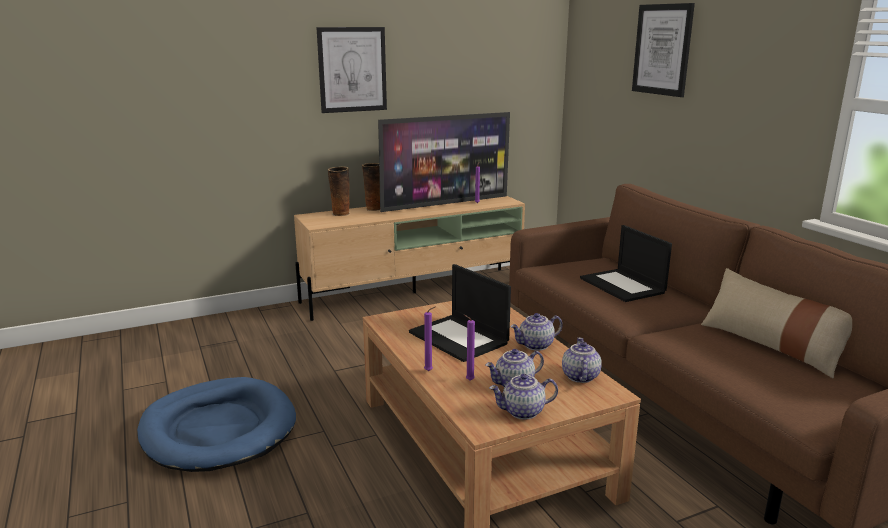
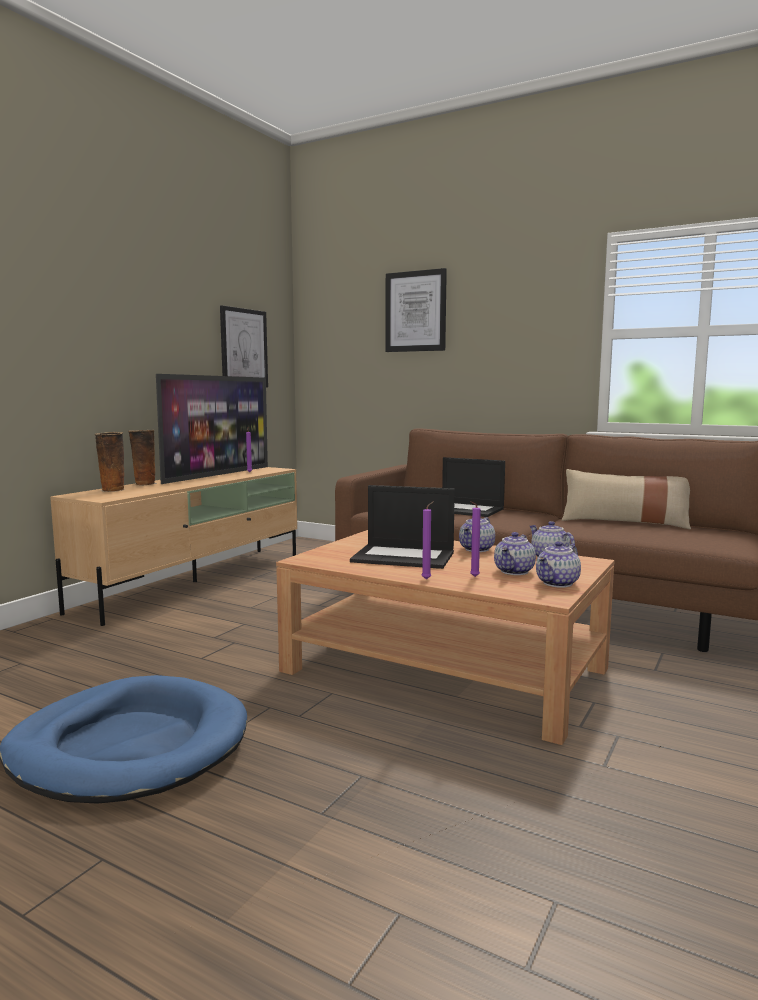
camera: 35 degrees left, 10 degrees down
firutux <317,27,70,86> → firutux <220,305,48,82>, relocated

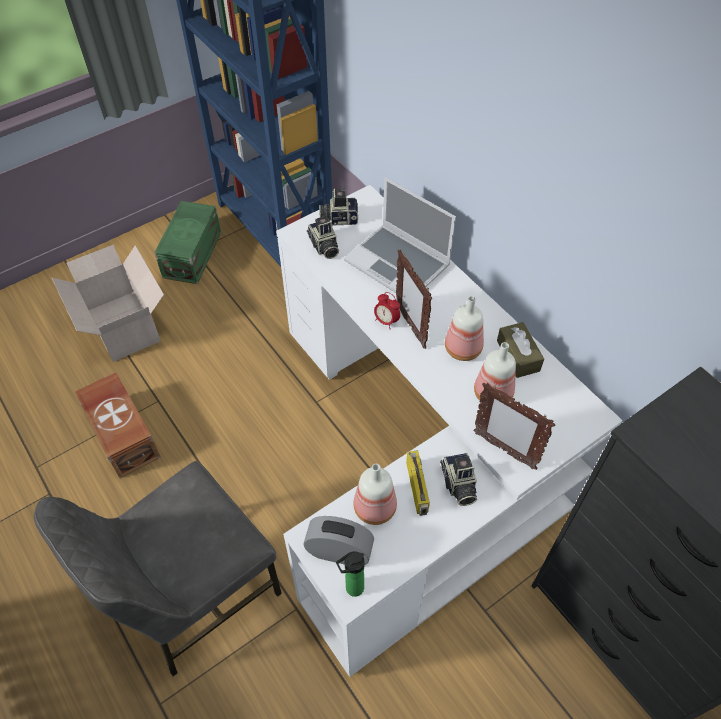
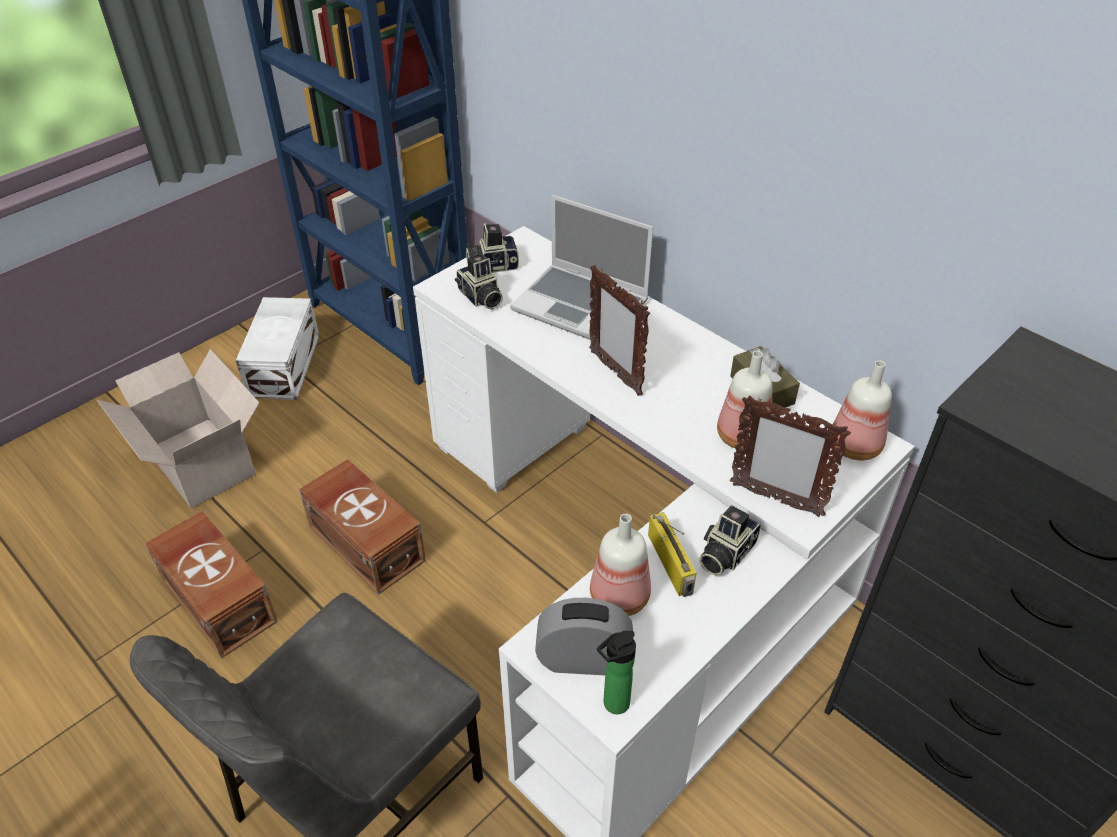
camera: 10 degrees left, 10 degrees down
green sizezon <154,201,67,83> → white sizezon <236,297,83,103>
- → brown sizezon <299,459,127,136>
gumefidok <440,453,37,53> → gumefidok <699,506,62,70>, 60 degrees clockwise
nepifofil <445,296,39,65> → nepifofil <833,360,59,100>, relocated
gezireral <374,292,26,37> → -

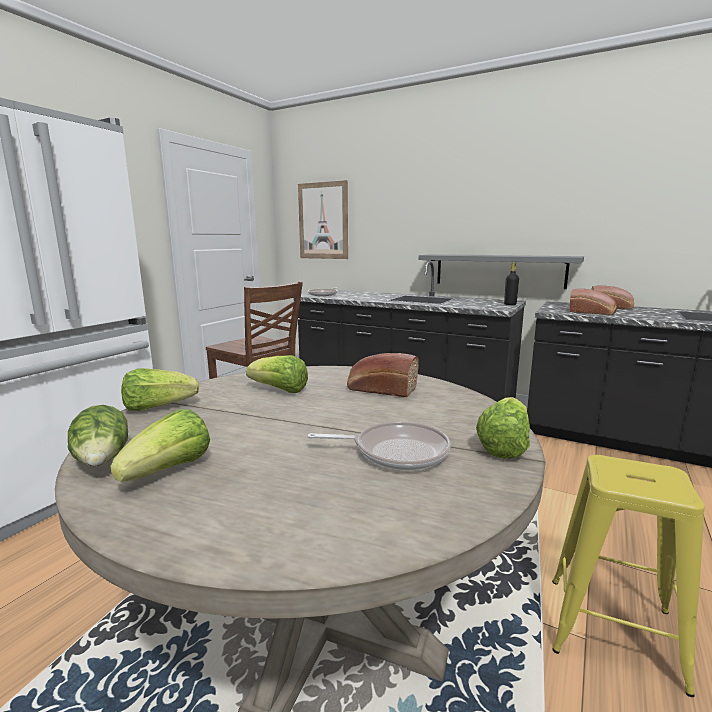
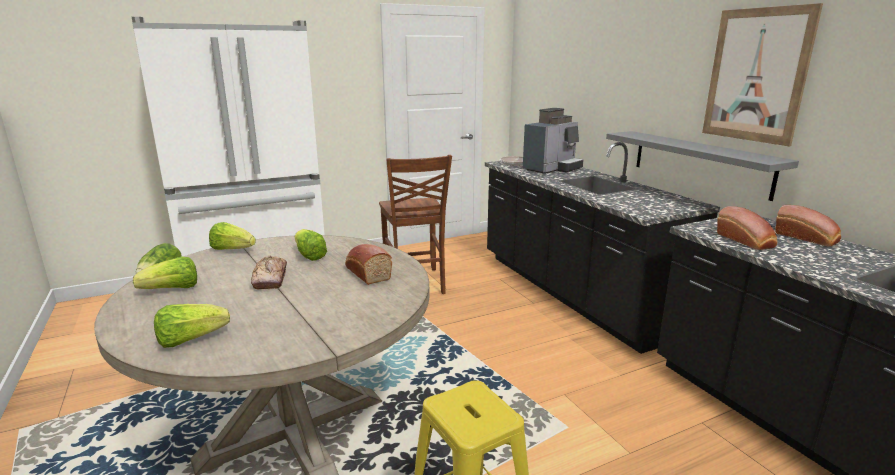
camera: 35 degrees right, 5 degrees up
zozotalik <476,397,54,62> → zozotalik <154,304,76,44>, relocated
- → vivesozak <251,256,36,34>
- → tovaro <523,108,60,66>
firutux <298,180,50,79> → firutux <702,3,121,143>, relocated
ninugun <307,421,143,49> → -
black nepifofil <504,262,15,43> → -

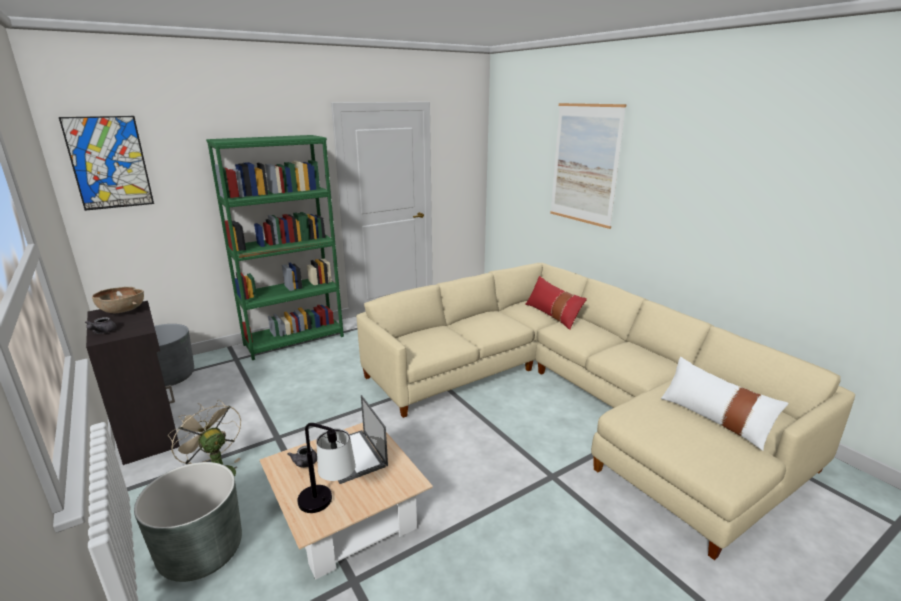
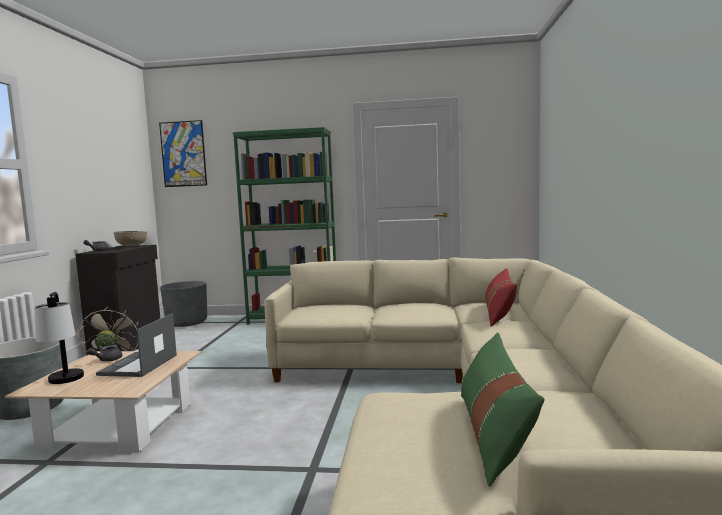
camera: 40 degrees right, 15 degrees down
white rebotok <661,357,127,94> → green rebotok <461,332,84,155>
firutux <550,103,76,126> → -

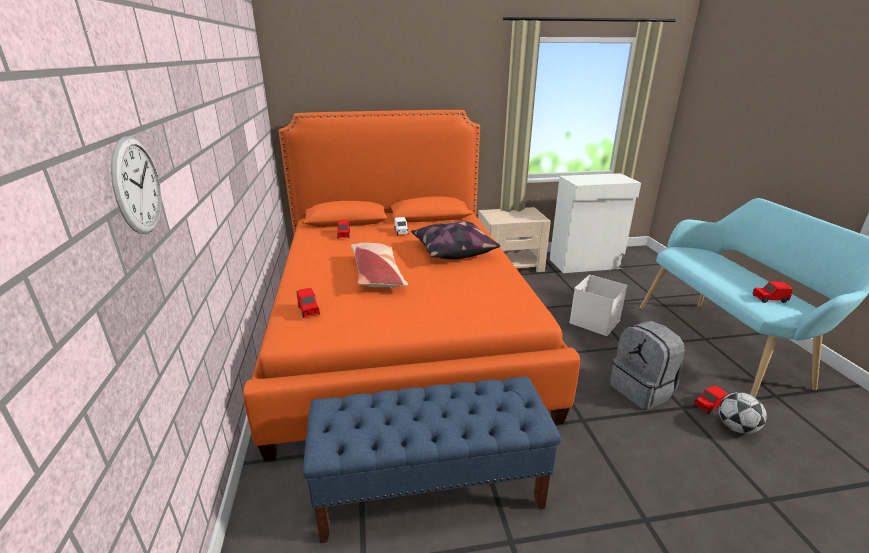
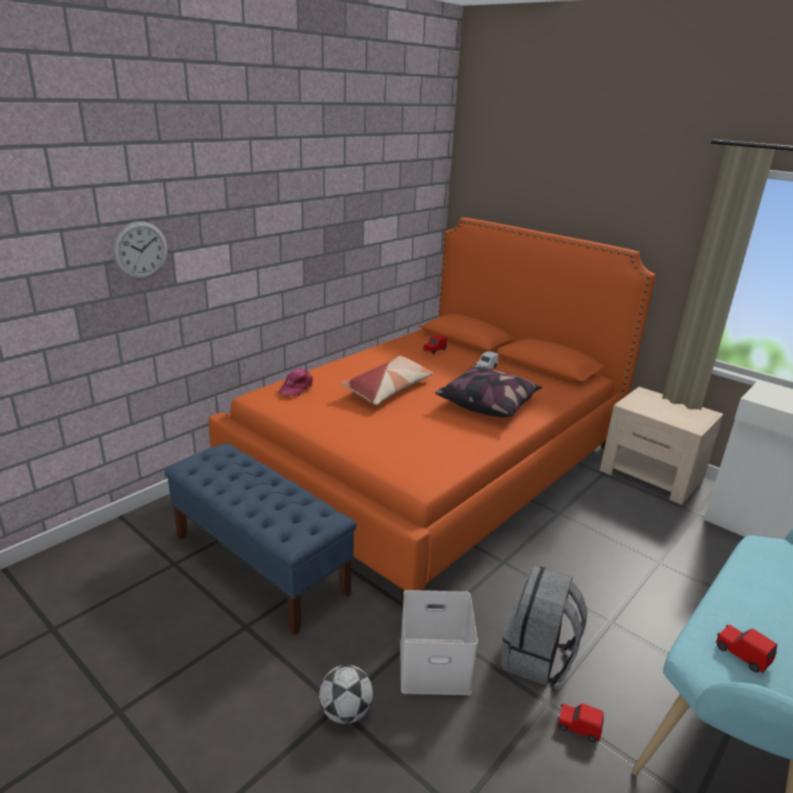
camera: 50 degrees right, 0 degrees up
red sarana <296,288,24,30> → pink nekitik <279,368,34,29>
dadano <718,392,49,42> → dadano <319,665,54,59>, relocated
white sizezon <569,275,58,61> → white sizezon <400,590,78,105>, relocated

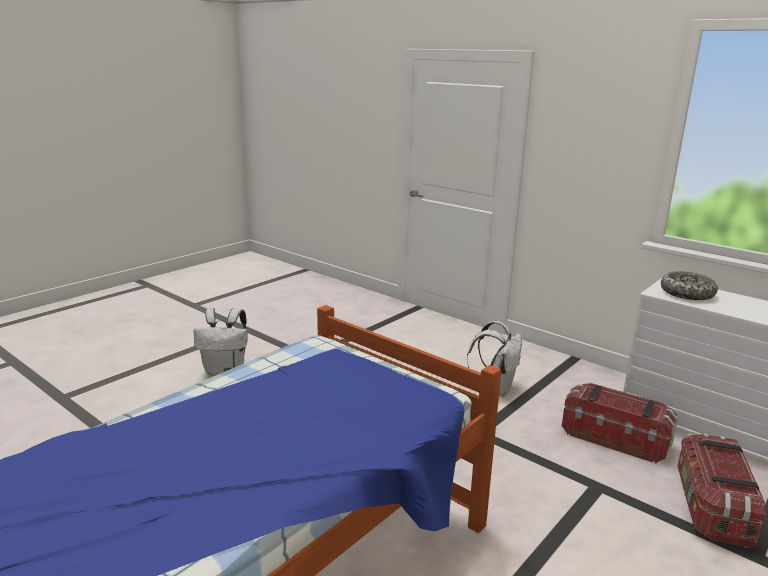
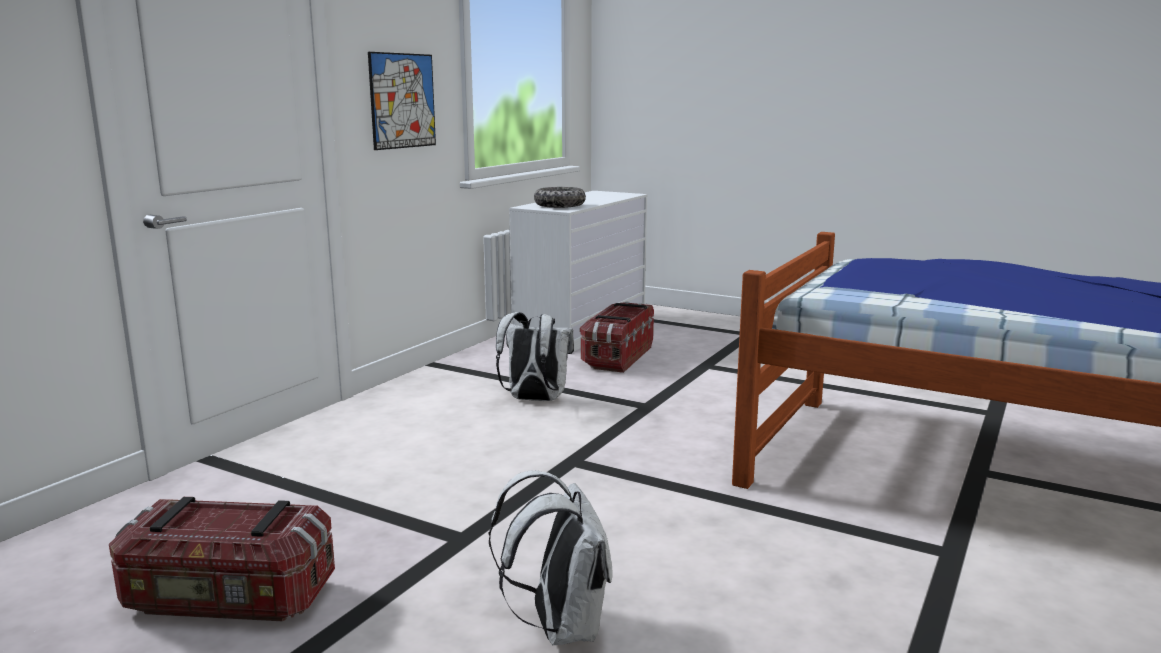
camera: 100 degrees left, 5 degrees down
sizezon <678,433,87,115> → sizezon <109,497,226,124>, relocated
- → firutux <368,52,68,98>

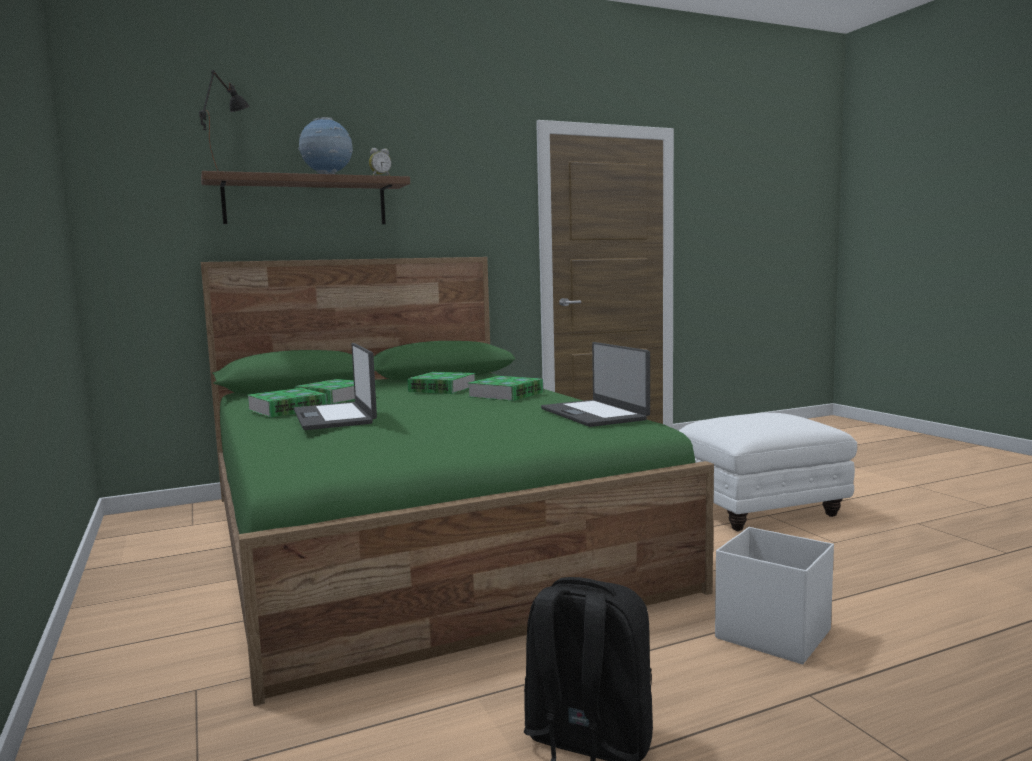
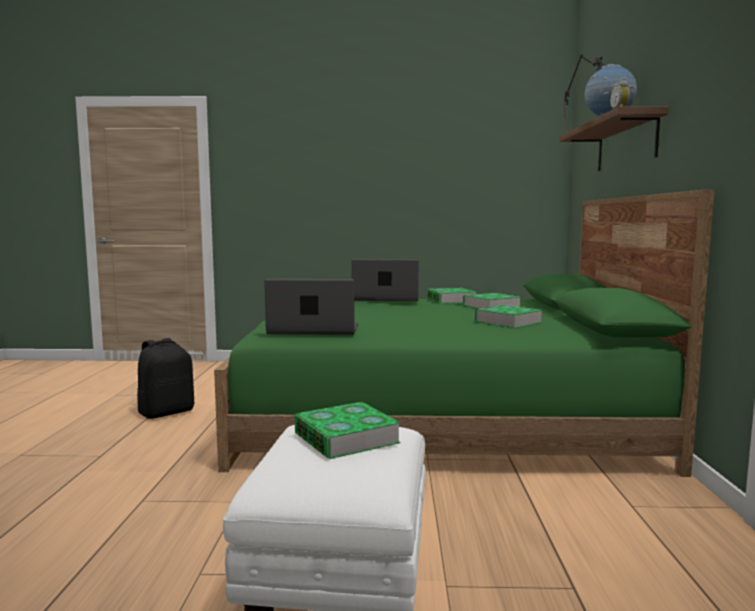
camera: 115 degrees right, 0 degrees up
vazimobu <468,376,75,25> → vazimobu <295,402,106,57>, relocated
white sizezon <715,527,119,137> → -

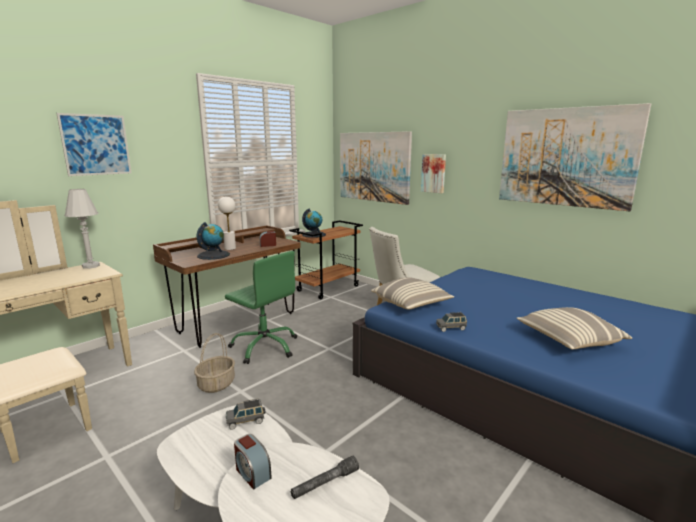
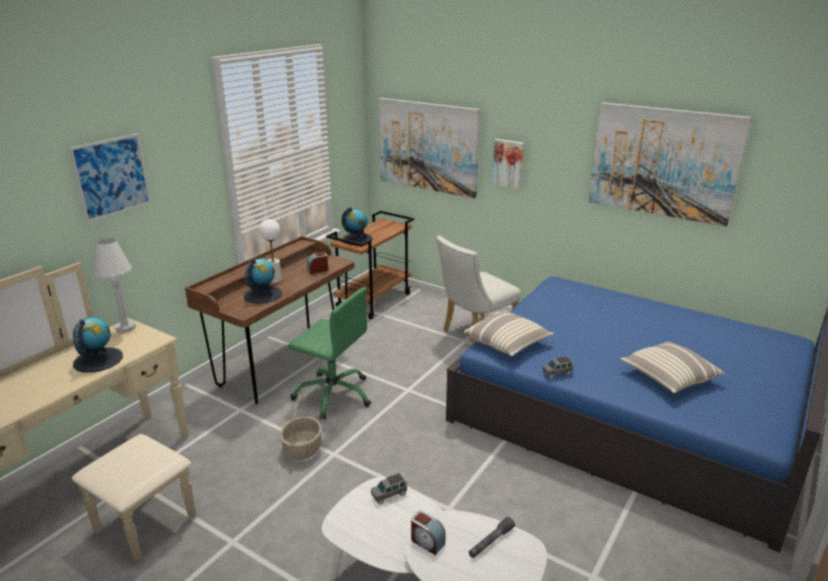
camera: 10 degrees left, 10 degrees up
- → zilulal <73,317,50,56>

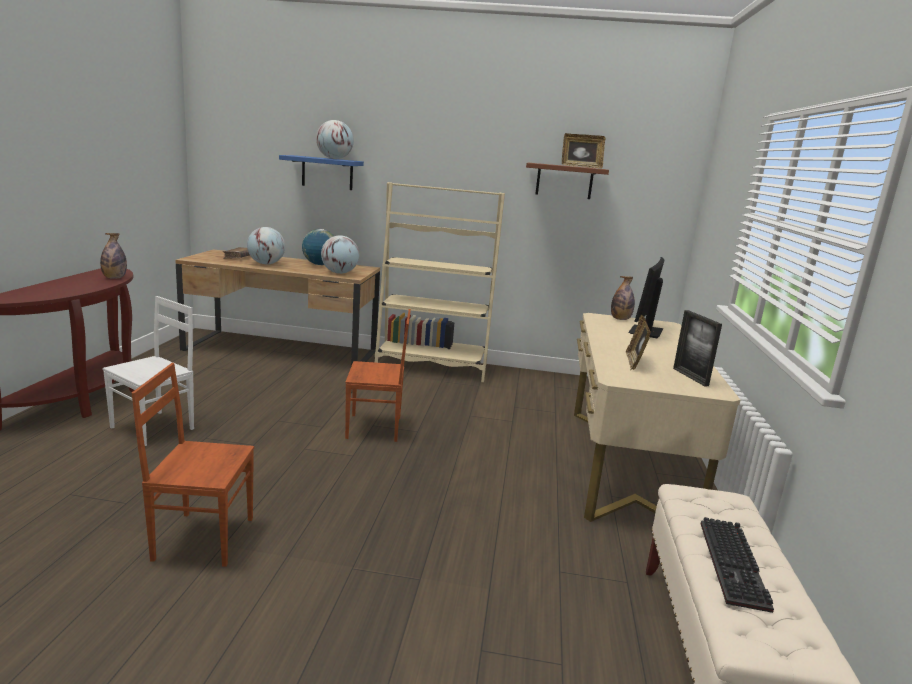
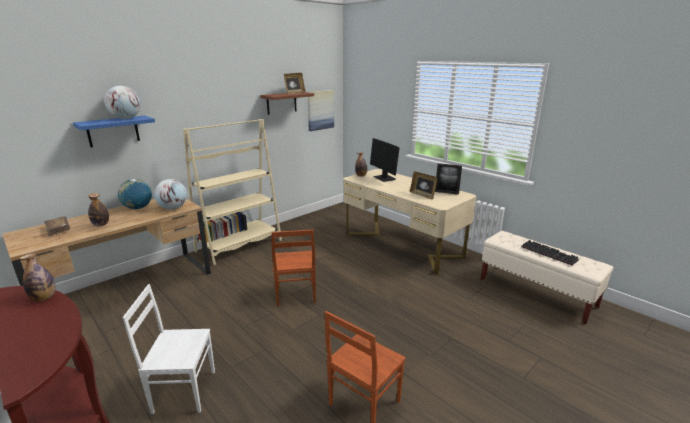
camera: 50 degrees left, 5 degrees up
zilulal <247,227,38,37> → nepifofil <88,193,21,33>
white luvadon <102,296,92,150> → white luvadon <122,284,93,130>, 75 degrees counterclockwise
brown luvadon <345,309,66,133> → brown luvadon <271,230,45,76>, 135 degrees clockwise
- → firutux <307,90,27,41>

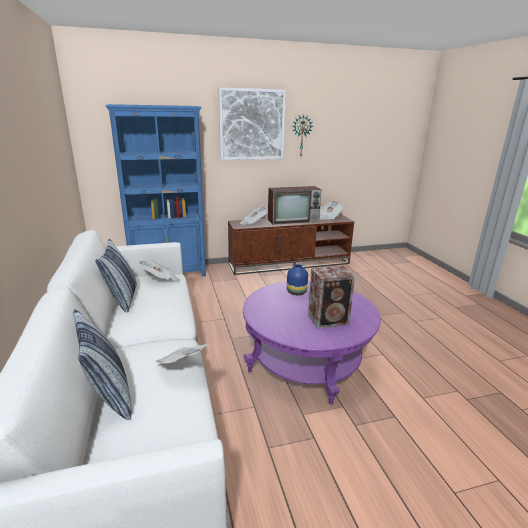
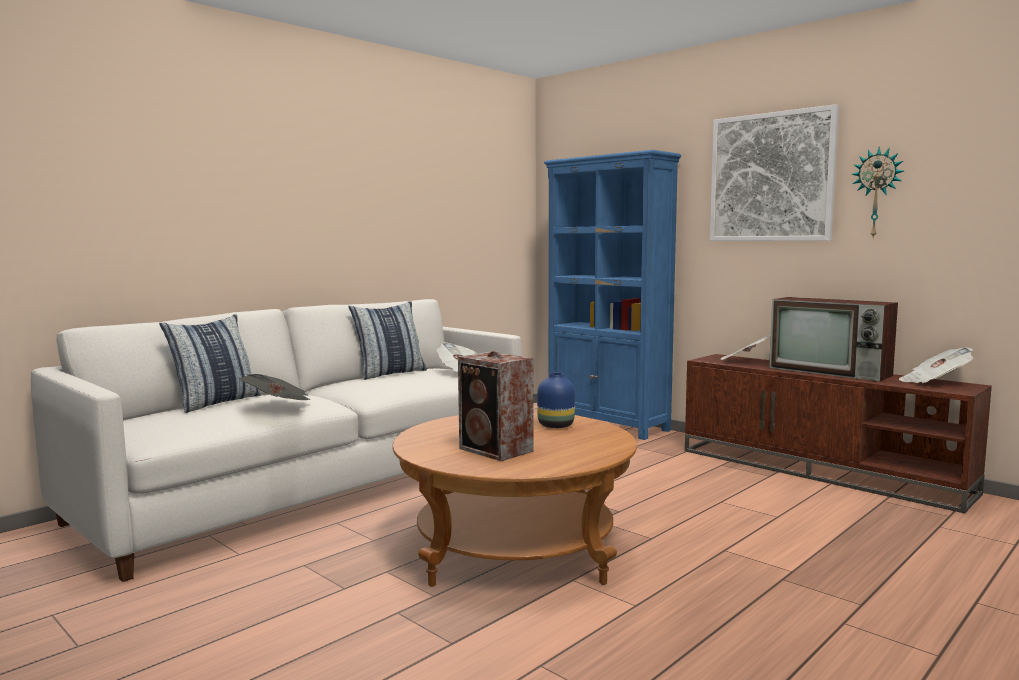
camera: 60 degrees right, 15 degrees down
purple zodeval <243,281,138,123> → brown zodeval <393,412,244,175>

